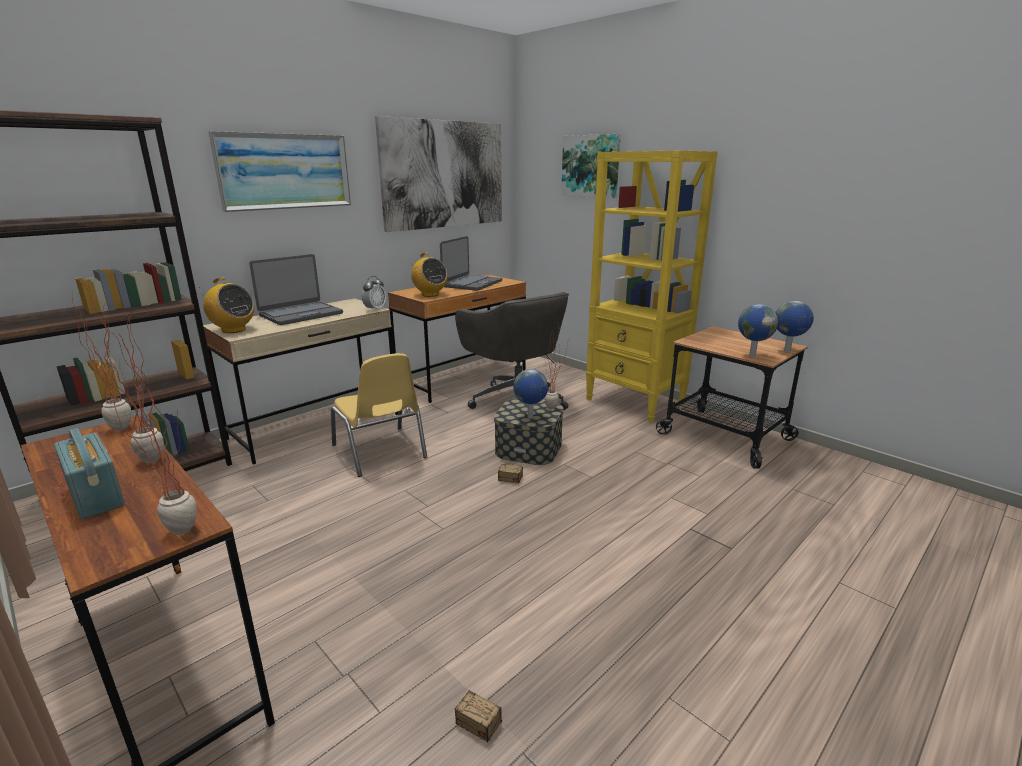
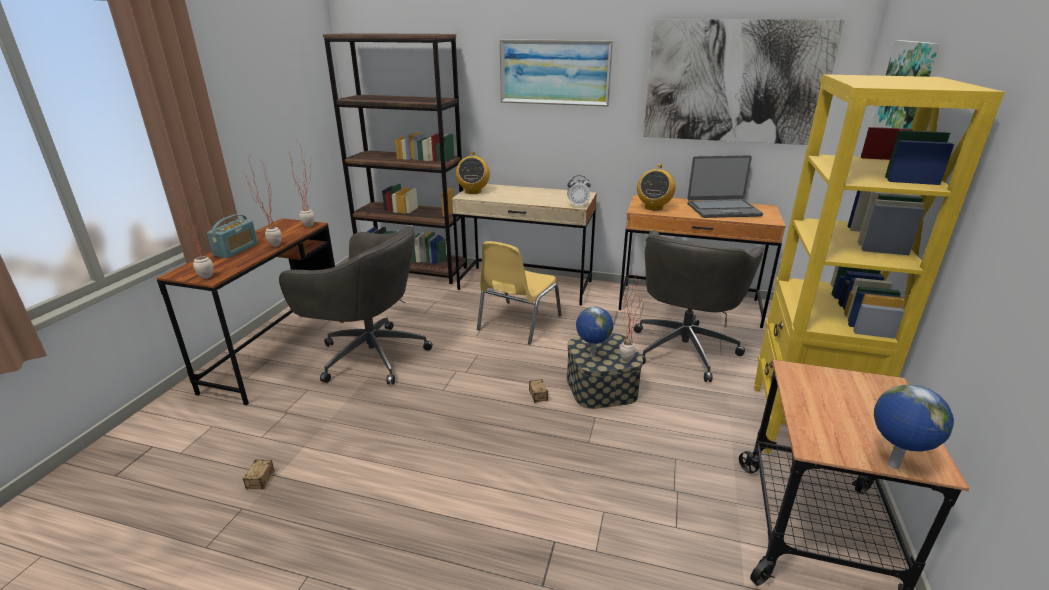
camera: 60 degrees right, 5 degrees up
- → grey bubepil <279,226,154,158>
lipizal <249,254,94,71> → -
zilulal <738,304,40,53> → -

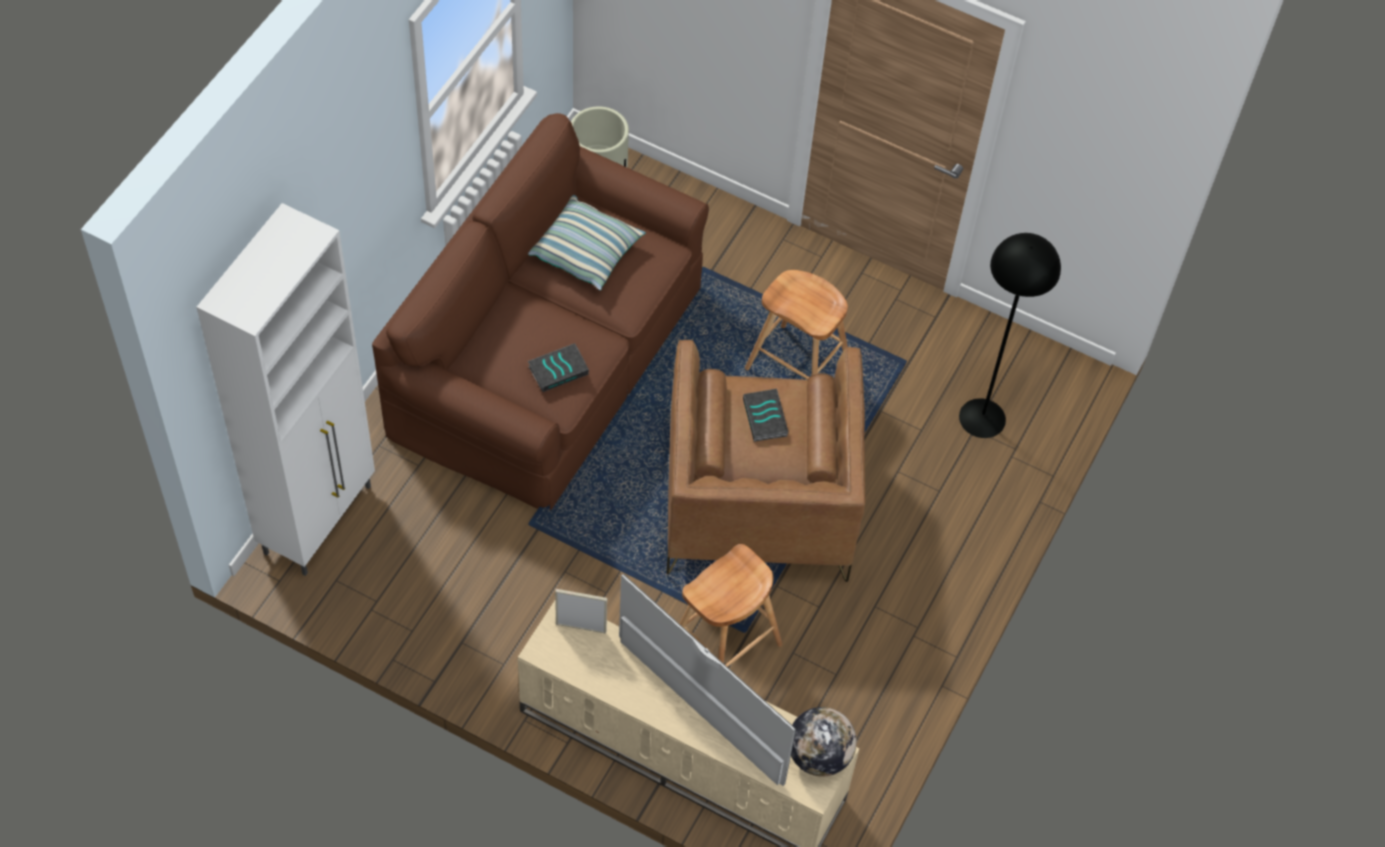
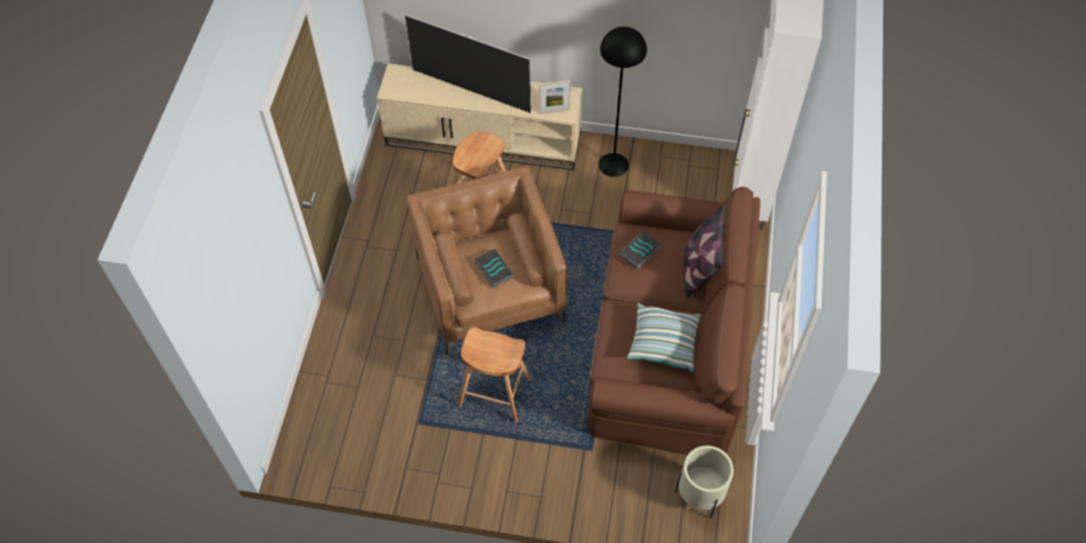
camera: 165 degrees right, 0 degrees up
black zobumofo <959,233,102,205> → black zobumofo <599,27,48,150>, relocated
- → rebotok <683,204,43,94>
zilulal <791,707,66,69> → -

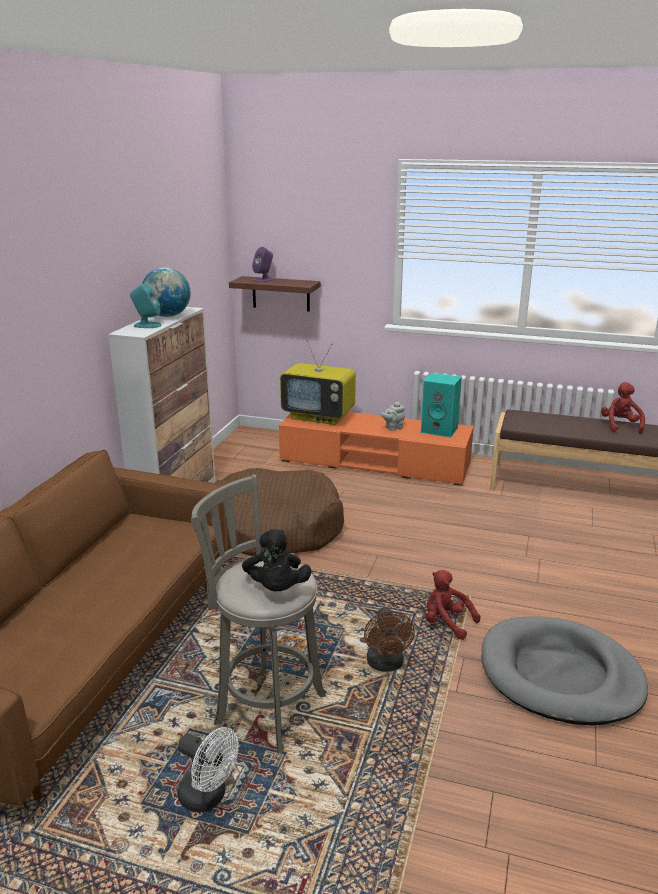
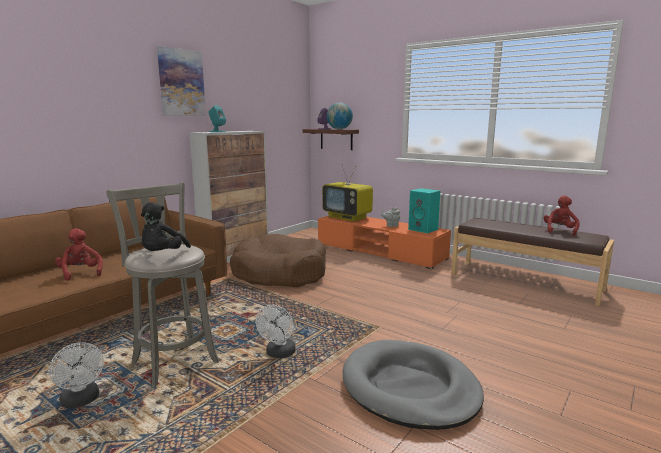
camera: 20 degrees right, 10 degrees down
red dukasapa <426,570,54,70> → red dukasapa <55,228,48,53>, relocated
- → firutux <157,46,49,70>
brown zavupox <364,607,51,65> → white zavupox <256,305,40,53>
zilulal <142,267,49,50> → zilulal <327,103,26,26>, relocated

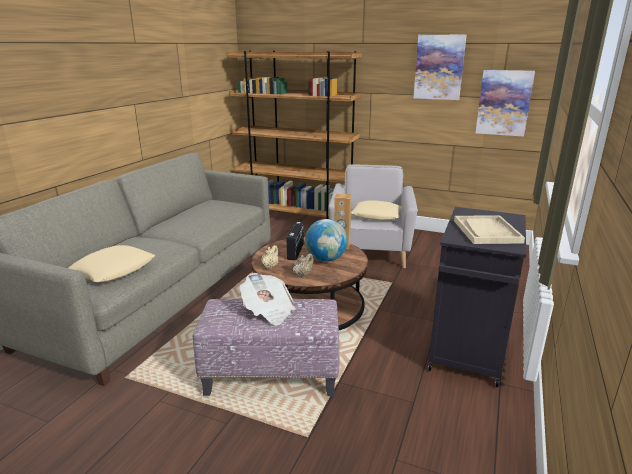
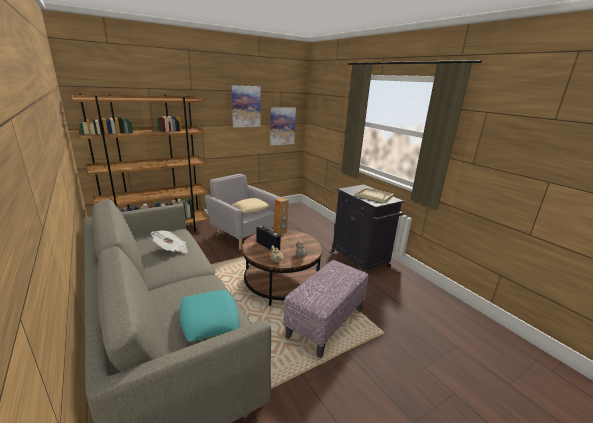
camera: 55 degrees left, 0 degrees up
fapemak <239,273,57,53> → fapemak <151,230,37,23>, relocated
beige rebotok <68,245,87,37> → turquoise rebotok <180,290,59,52>
zilulal <305,219,43,43> → -

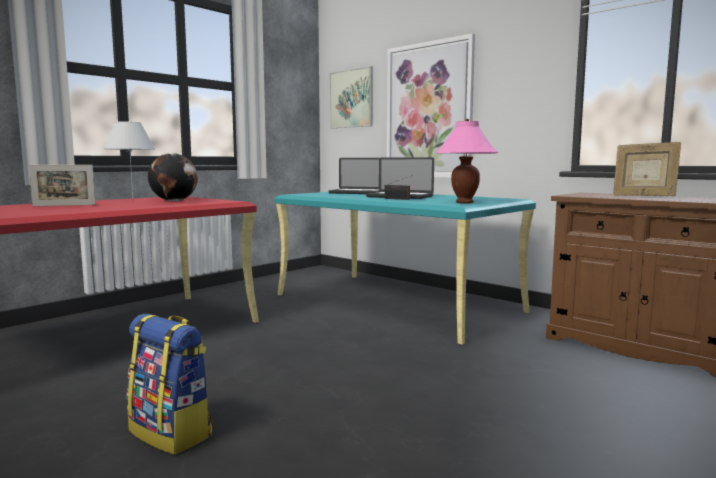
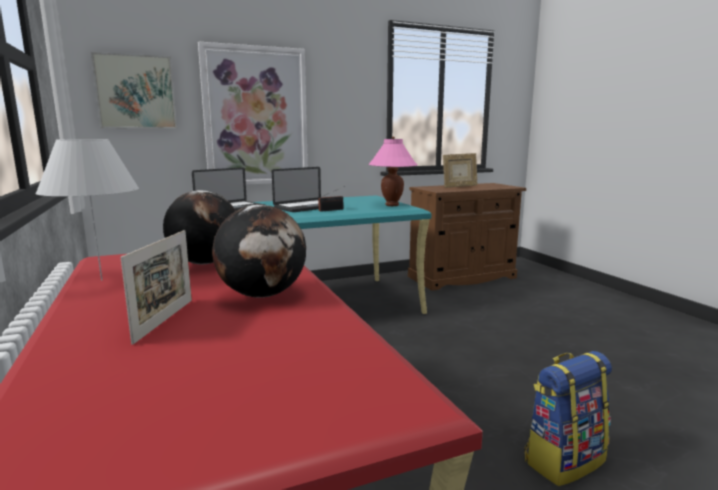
camera: 65 degrees left, 5 degrees up
- → zilulal <212,205,94,93>

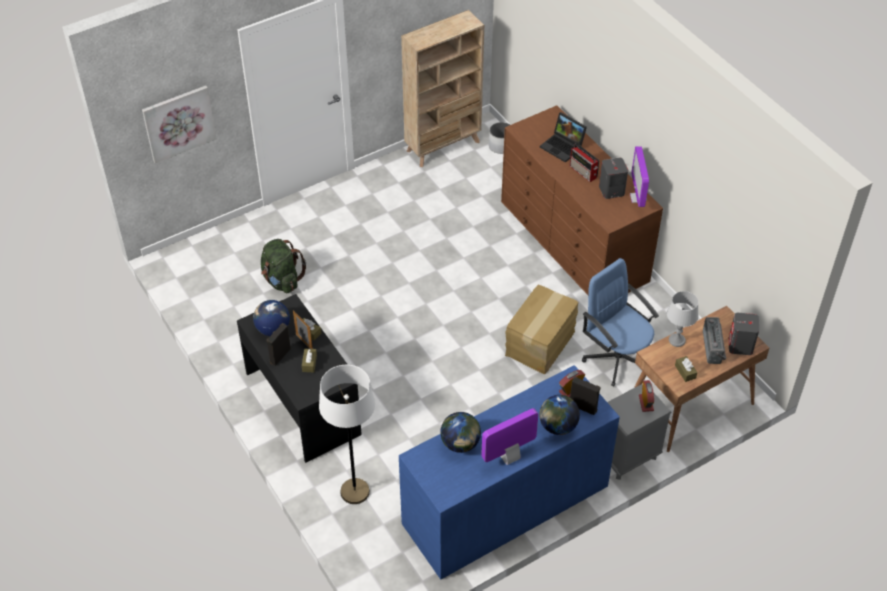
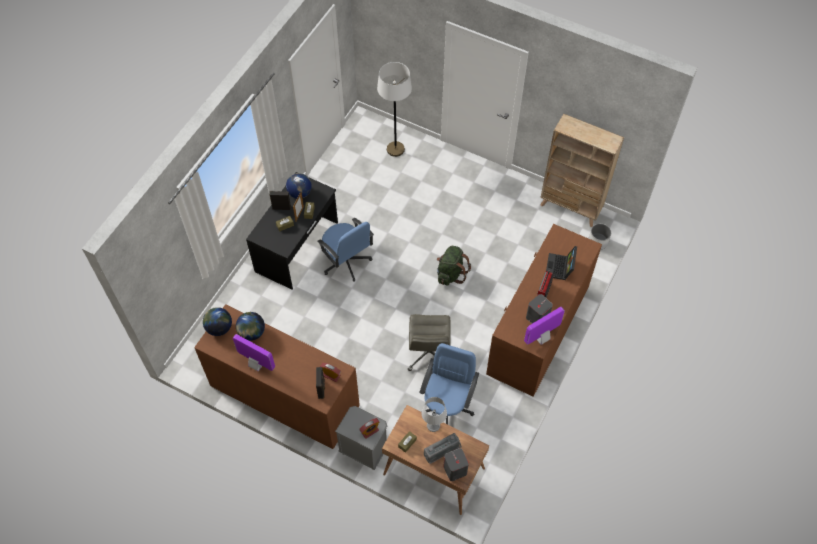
camera: 60 degrees right, 10 degrees up
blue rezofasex <399,365,221,215> → brown rezofasex <194,304,166,145>
zilulal <539,395,41,40> → zilulal <203,307,29,29>, relocated
- → blue bubepil <317,218,57,64>
white zobumofo <319,365,56,139> → white zobumofo <377,62,35,95>, relocated
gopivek <505,285,73,89> → grey bubepil <408,314,43,57>
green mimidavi <261,239,45,54> → green mimidavi <437,246,34,40>, relocated
firutux <142,86,75,77> → -

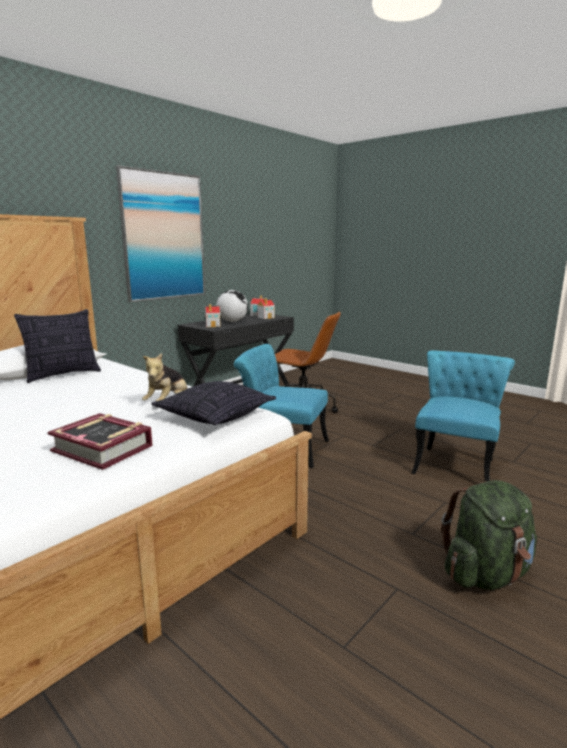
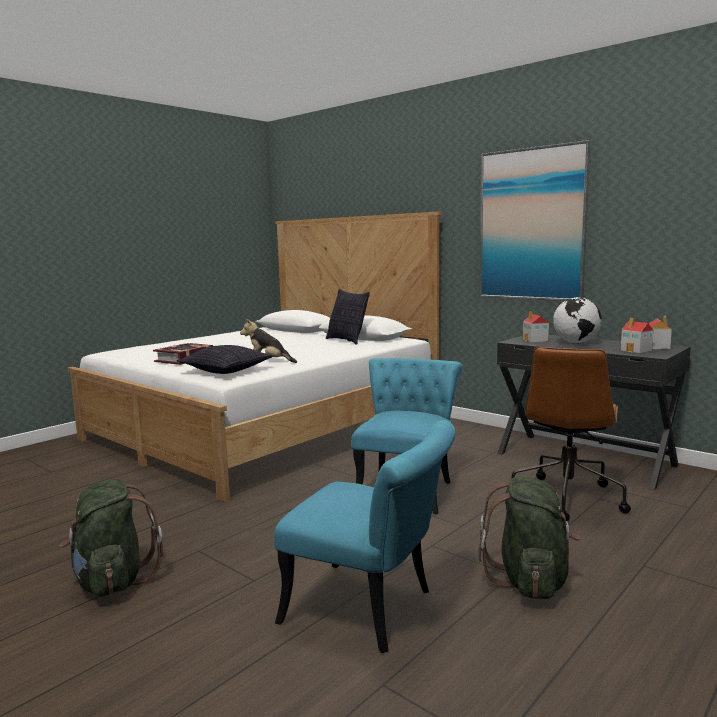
camera: 90 degrees right, 5 degrees down
- → green mimidavi <479,477,100,122>

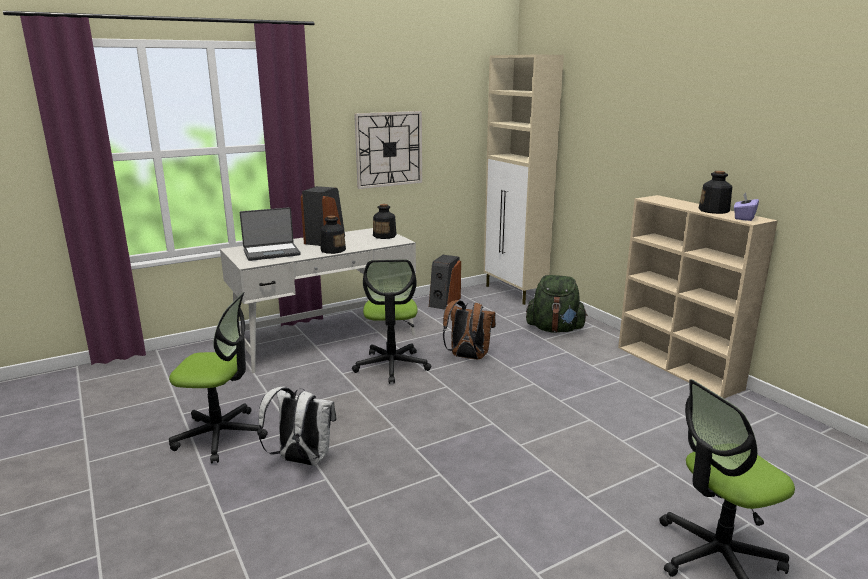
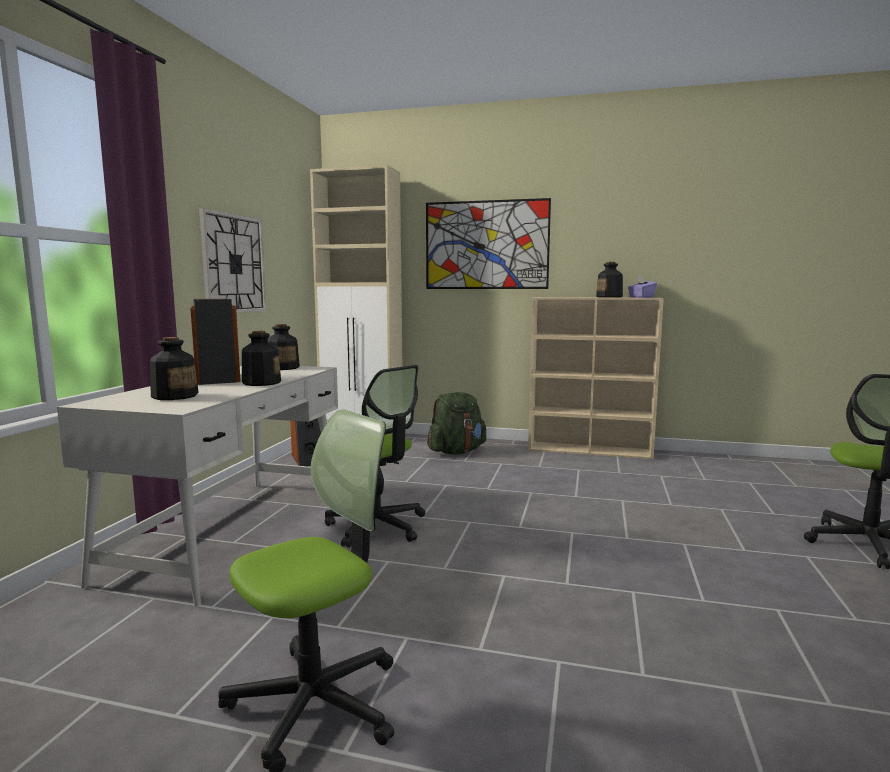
camera: 45 degrees left, 10 degrees down
lipizal <240,207,61,54> → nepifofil <150,337,49,63>
- → firutux <426,198,125,91>
white mimidavi <258,387,79,79> → -
brown mimidavi <443,300,53,59> → -

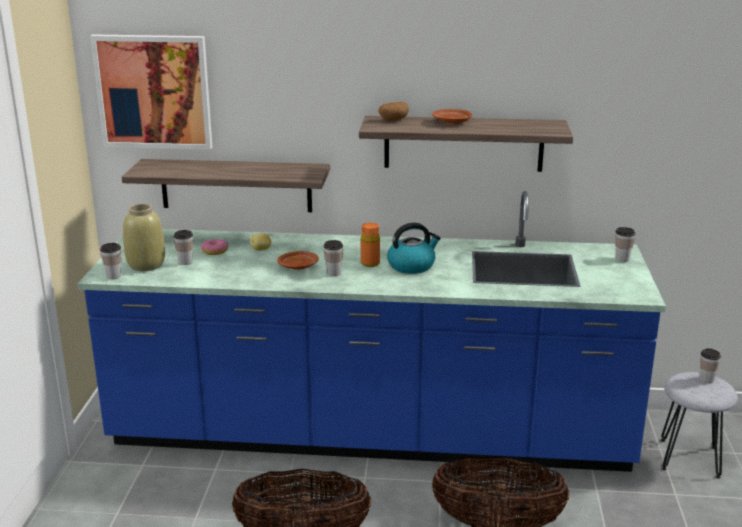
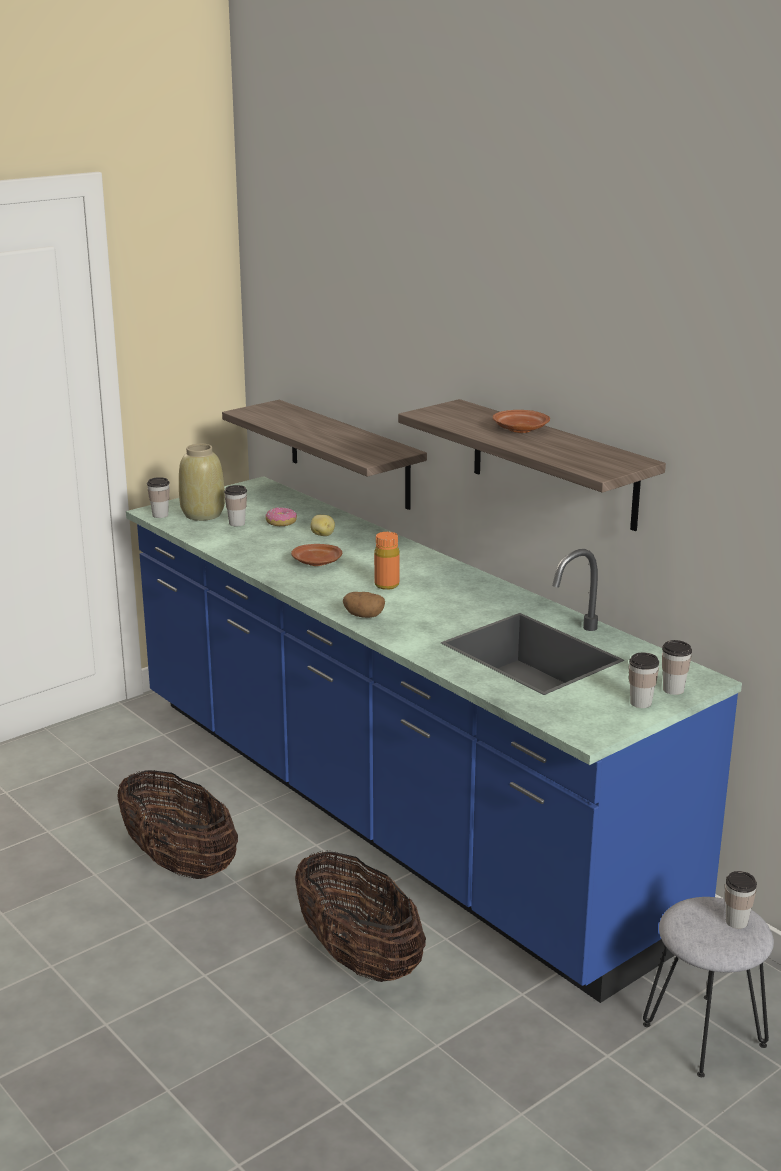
camera: 45 degrees right, 0 degrees up
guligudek <378,102,31,19> → guligudek <343,592,42,26>, relocated
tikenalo <324,240,19,37> → tikenalo <629,652,30,56>, relocated
firutux <90,35,123,115> → -
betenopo <387,223,54,51> → -

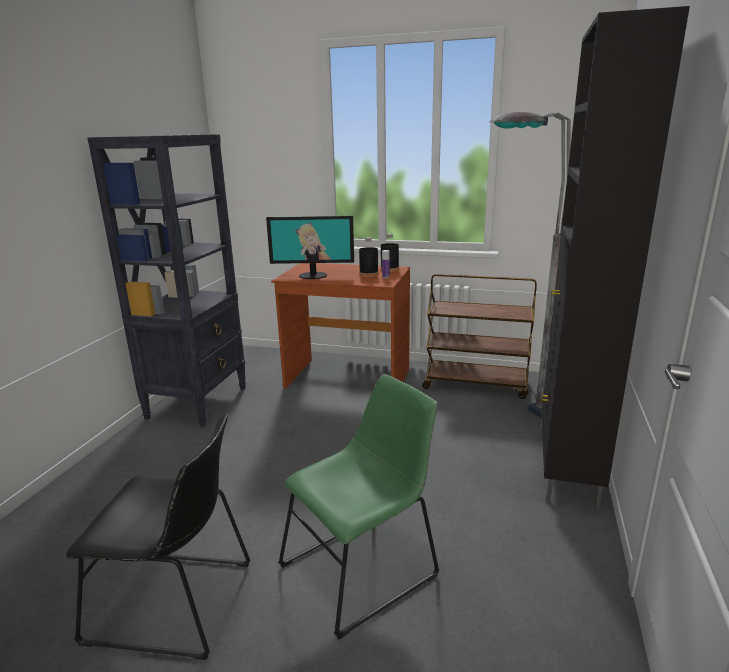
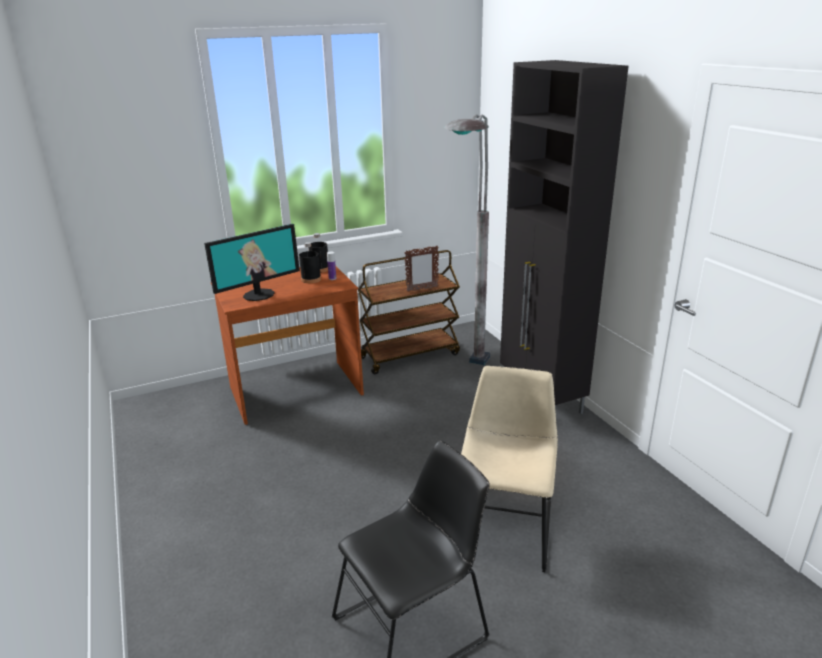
camera: 40 degrees left, 5 degrees up
- → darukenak <404,245,35,47>
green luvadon <278,374,161,265> → beige luvadon <461,366,97,206>
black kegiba <87,134,159,294> → -

